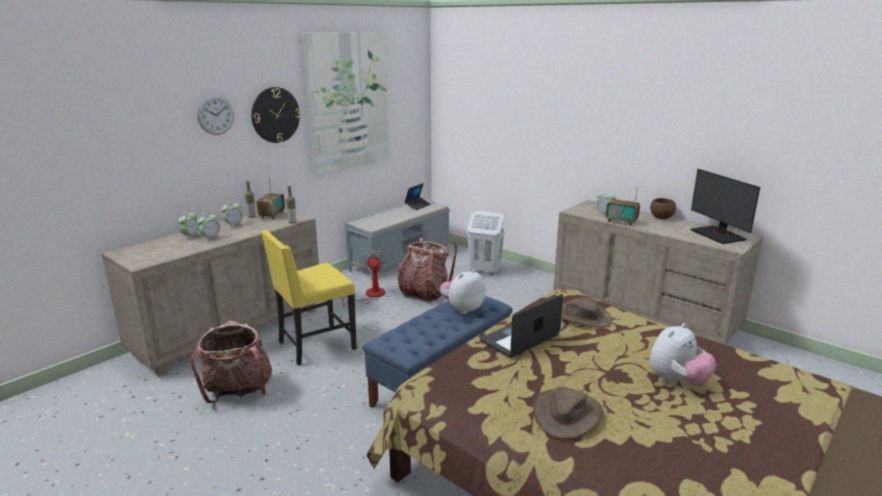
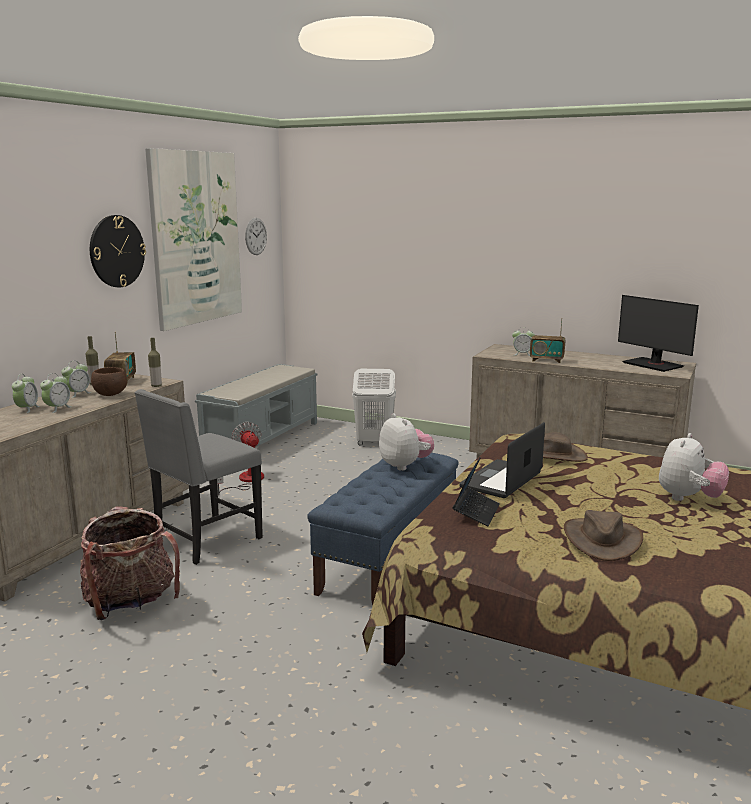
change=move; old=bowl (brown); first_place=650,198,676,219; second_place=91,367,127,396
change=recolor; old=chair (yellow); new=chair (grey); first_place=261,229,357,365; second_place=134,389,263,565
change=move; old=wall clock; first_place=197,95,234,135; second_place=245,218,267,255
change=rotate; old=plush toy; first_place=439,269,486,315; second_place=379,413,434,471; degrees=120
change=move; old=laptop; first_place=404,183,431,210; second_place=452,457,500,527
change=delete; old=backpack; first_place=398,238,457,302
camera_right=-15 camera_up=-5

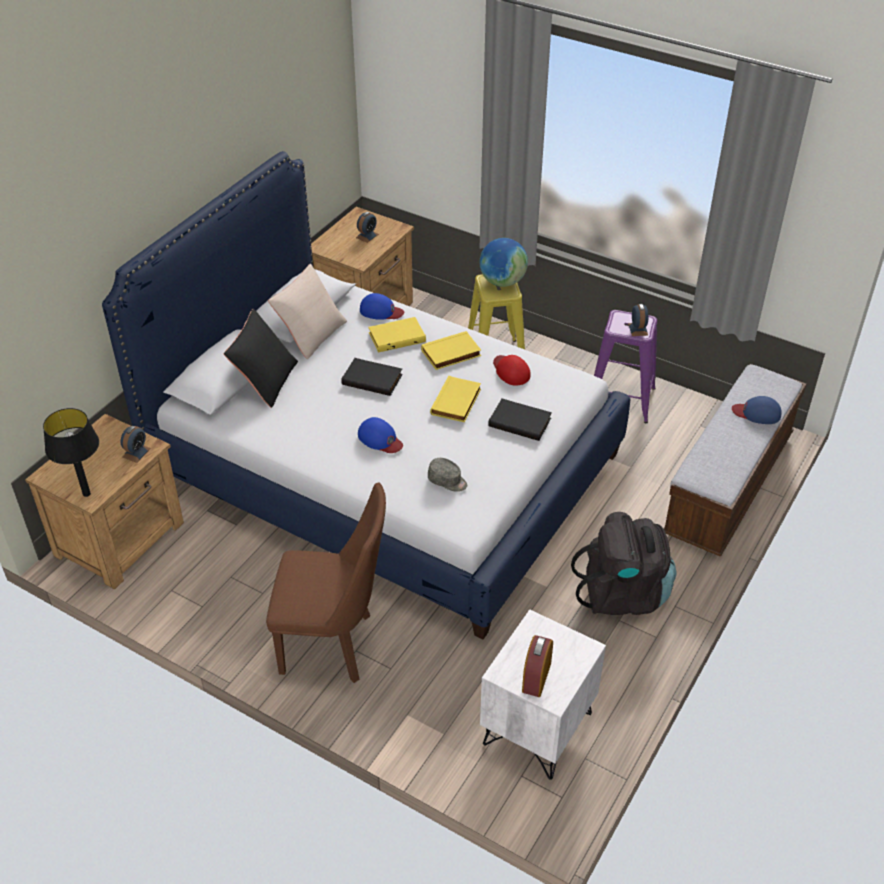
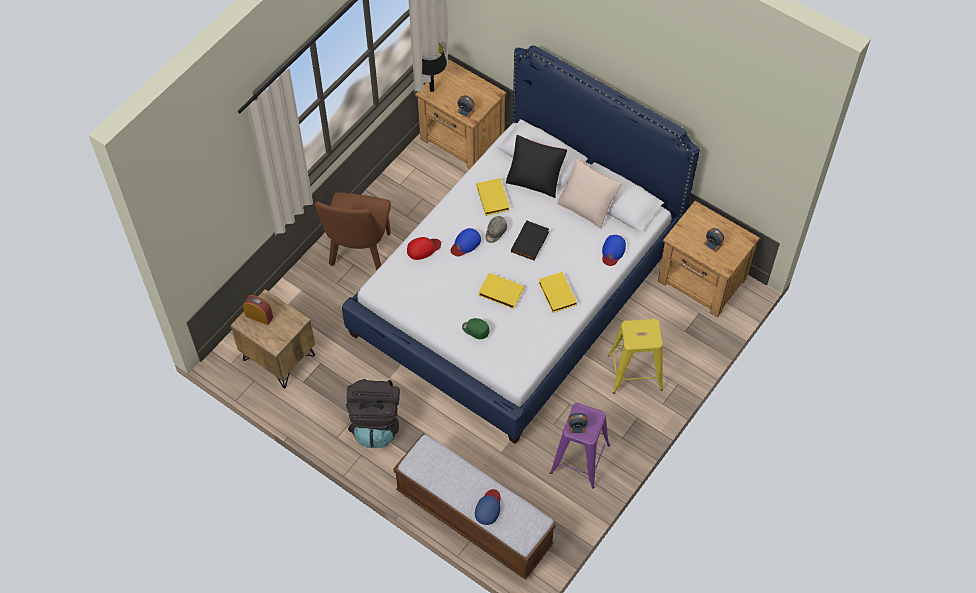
change=recolor; old=nightstand (white); new=nightstand (brown); first_place=480,610,606,780; second_place=230,289,315,389
change=move; old=cap (red); first_place=493,355,531,386; second_place=407,237,441,260
change=replace; old=book (black); new=cap (green); first_place=488,398,552,441; second_place=462,318,489,339
change=move; old=book (yellow); first_place=368,317,426,352; second_place=476,178,510,216
change=move; old=cap (grey); first_place=428,458,467,492; second_place=485,216,507,243
change=delete; old=globe; first_place=480,238,528,287
camera_right=95 camera_up=15

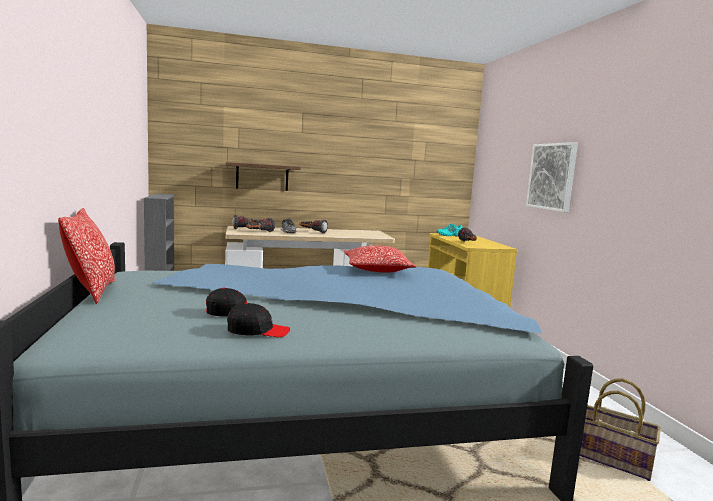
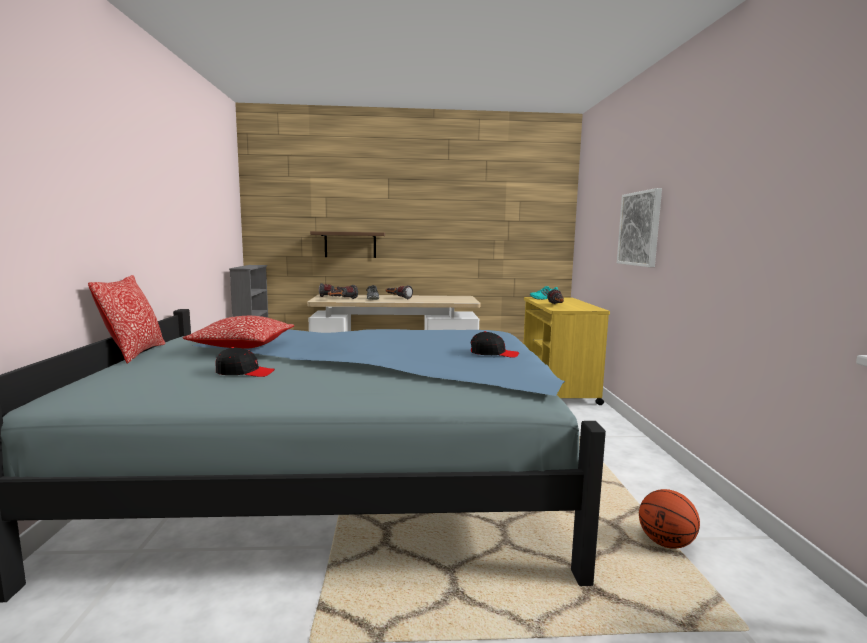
change=move; old=pillow; first_place=344,245,416,273; second_place=183,316,294,349
change=move; old=cap (black); first_place=227,302,290,337; second_place=471,331,519,358
change=replace; old=basket; new=basketball; first_place=580,378,661,481; second_place=639,489,700,549
camera_right=10 camera_up=0

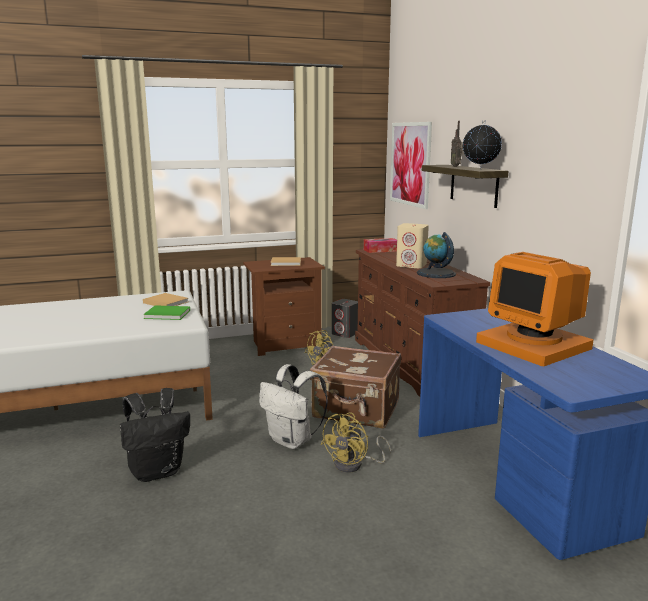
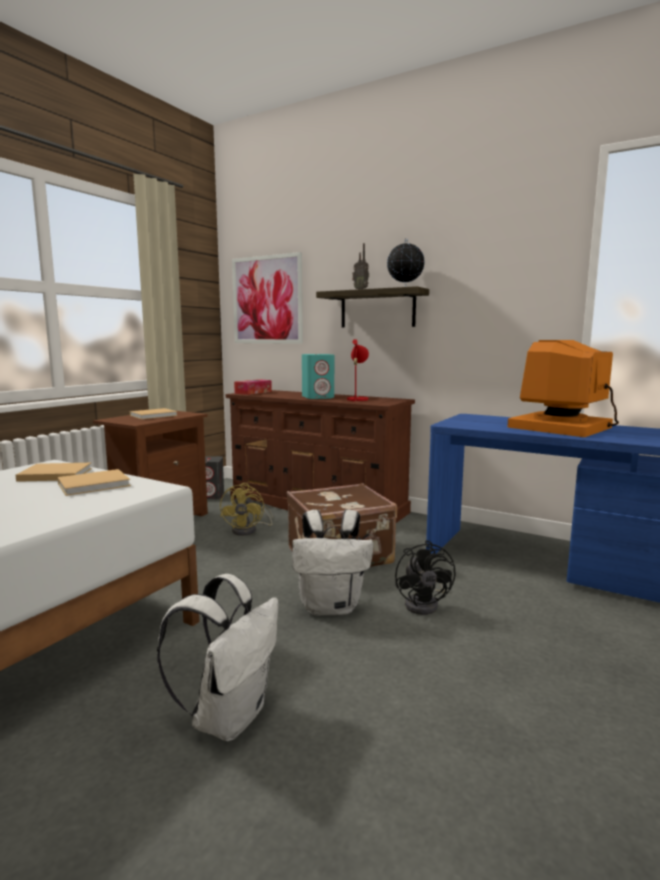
change=recolor; old=book (green); new=book (beige); first_place=143,305,190,320; second_place=57,469,131,496
change=recolor; old=backpack (black); new=backpack (white); first_place=120,388,190,482; second_place=157,574,279,741
change=recolor; old=speaker (beige); new=speaker (turquoise); first_place=396,223,429,268; second_place=302,354,334,399
change=replace; old=globe; new=table lamp (red); first_place=417,232,456,278; second_place=347,339,369,402
change=recolor; old=fan (yellow); new=fan (black); first_place=320,412,391,473; second_place=395,540,455,615
change=rotate; old=monitor; first_place=476,252,593,366; second_place=507,340,619,437; degrees=120
camera_right=-40 camera_up=-5

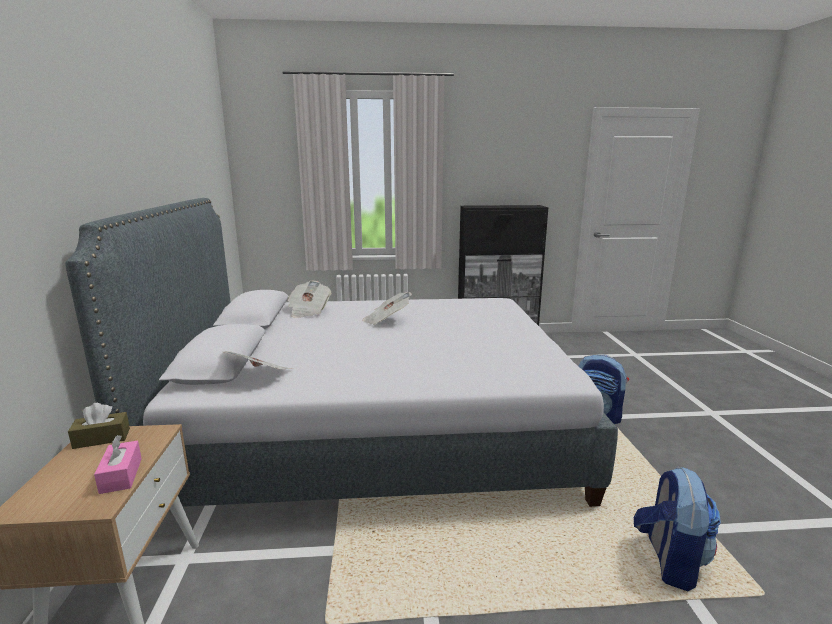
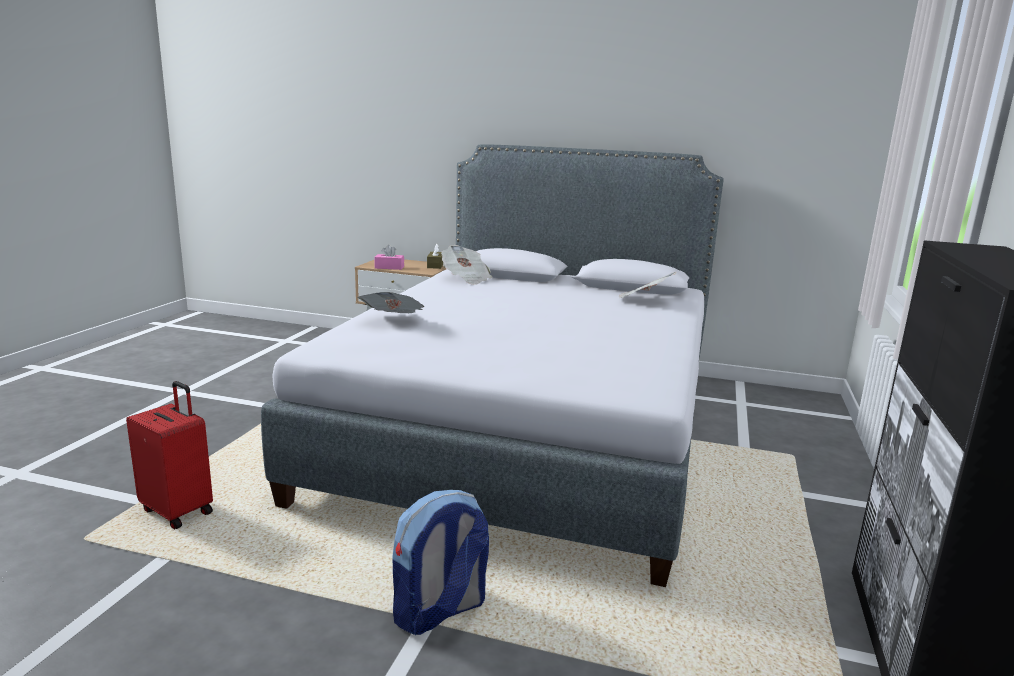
change=replace; old=backpack; new=suitcase (red); first_place=634,466,721,591; second_place=126,381,213,529
change=move; old=newspaper; first_place=362,292,412,325; second_place=357,292,424,313
camera_right=110 camera_up=0

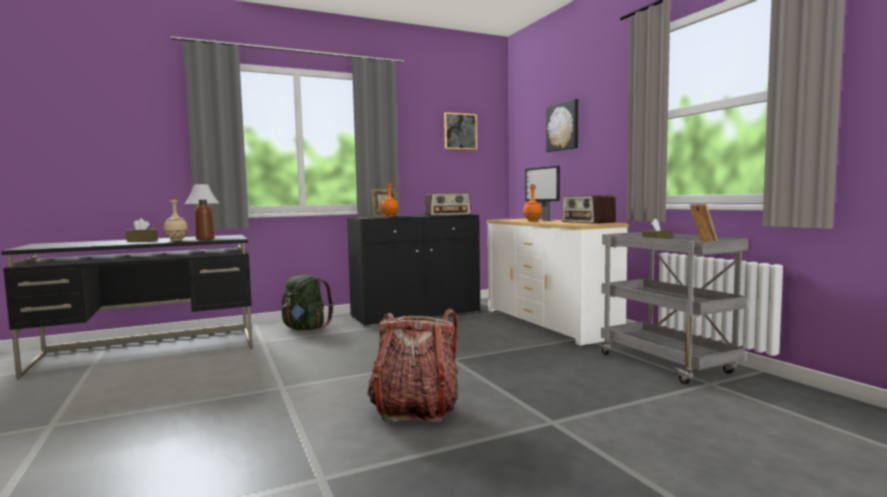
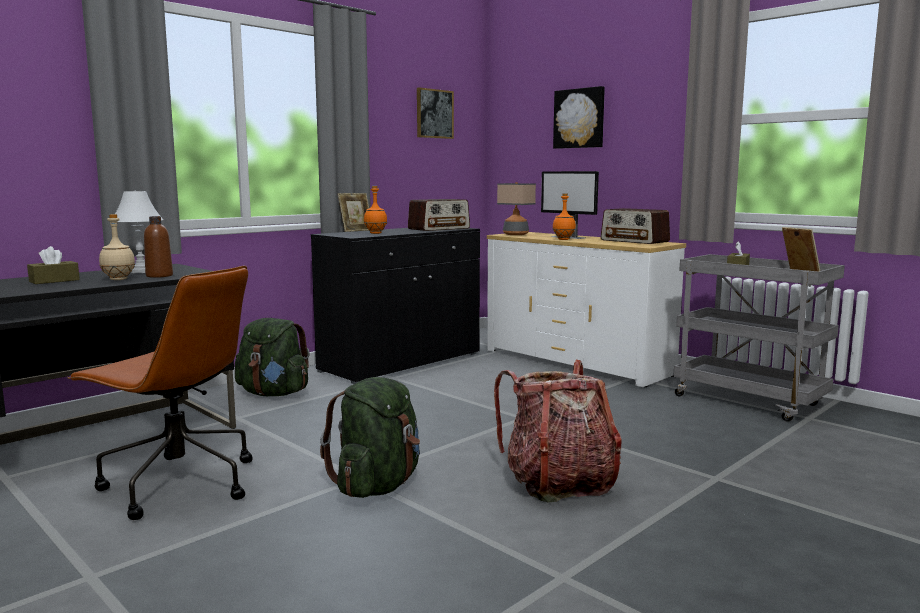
change=insert; new=office chair (brown); second_place=68,266,253,520
change=insert; new=backpack (green); second_place=320,377,420,498
change=insert; new=table lamp; second_place=497,182,536,235
camera_right=-20 camera_up=5

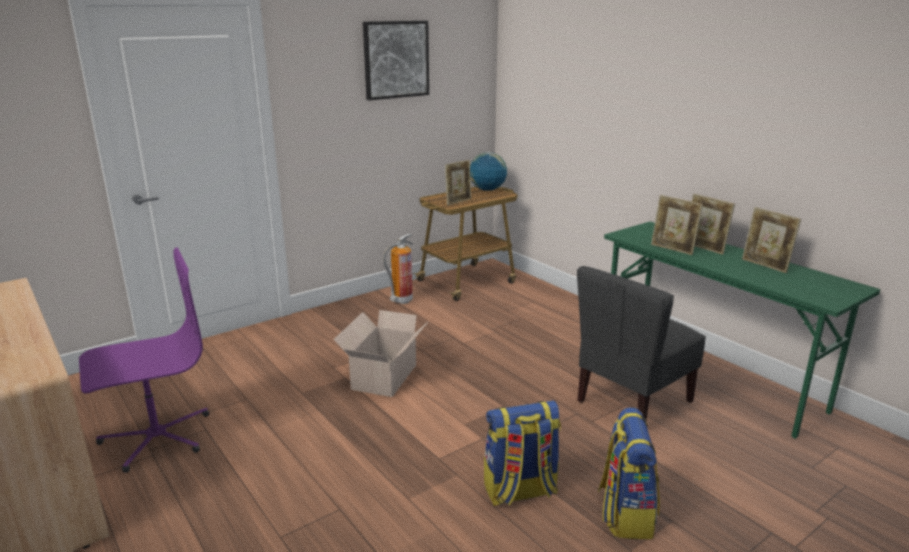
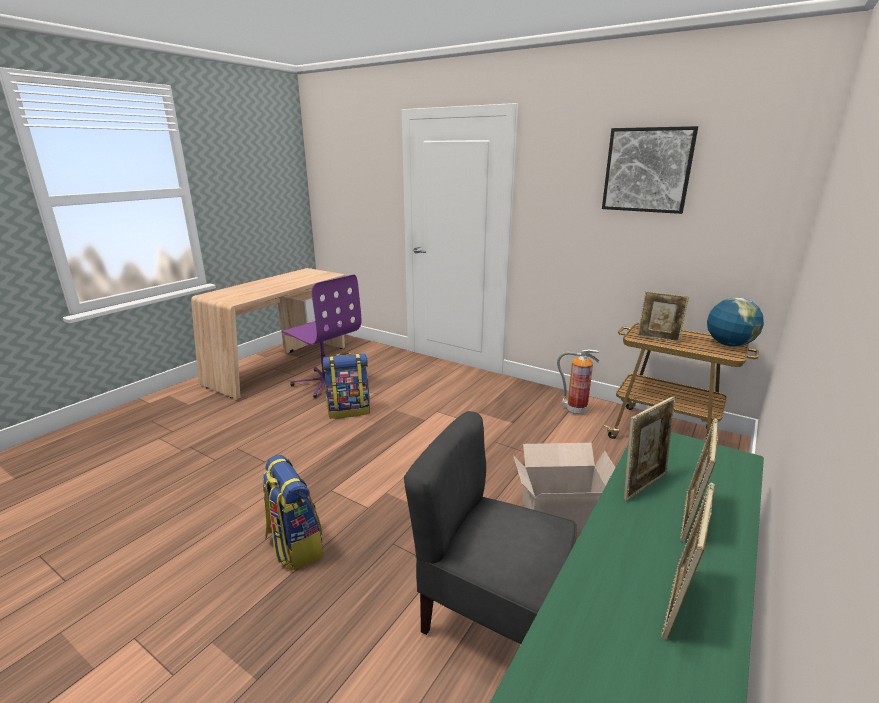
change=move; old=backpack; first_place=598,408,660,539; second_place=323,353,370,419
change=move; old=cardboard box; first_place=333,310,429,397; second_place=513,443,615,532
change=rotate; old=picture frame; first_place=651,195,703,255; second_place=624,396,675,501; degrees=-150
camera_right=70 camera_up=0

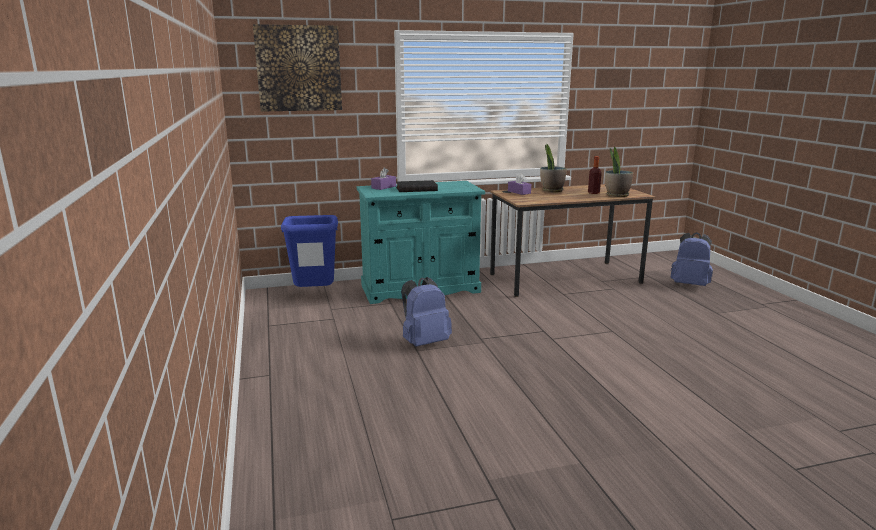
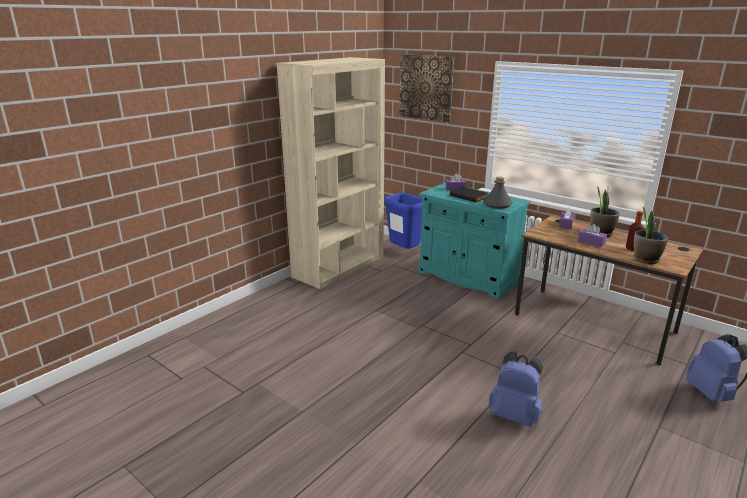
change=insert; new=bookcase (beige); second_place=277,57,385,289
change=insert; new=bottle (grey); second_place=483,177,513,209
change=move; old=backpack (blue); first_place=401,277,452,347; second_place=488,351,543,427
change=insert; new=tissue box (purple); second_place=578,224,607,247
camera_right=55 camera_up=5

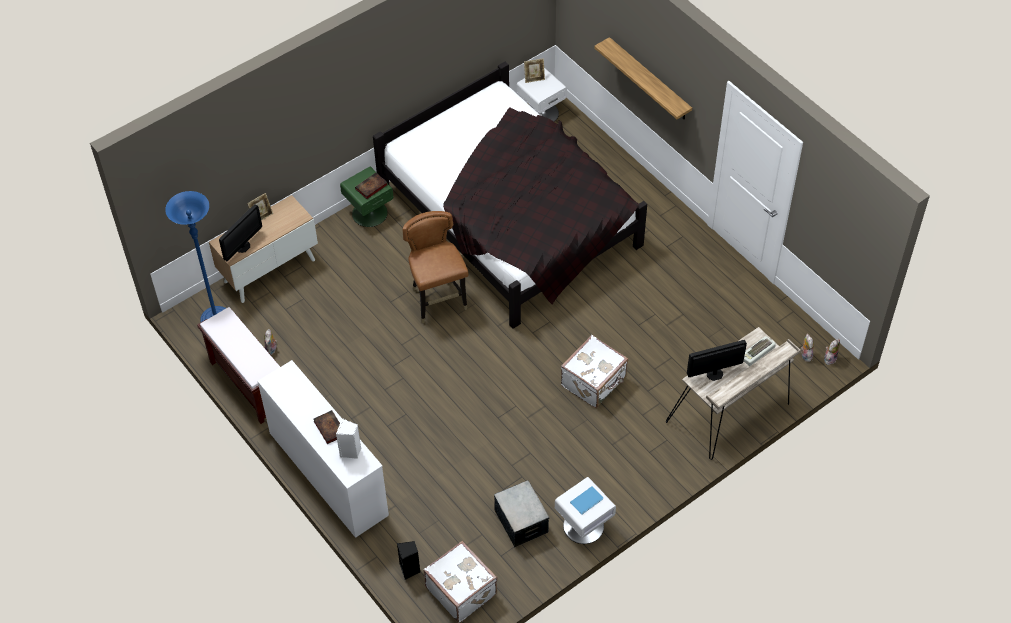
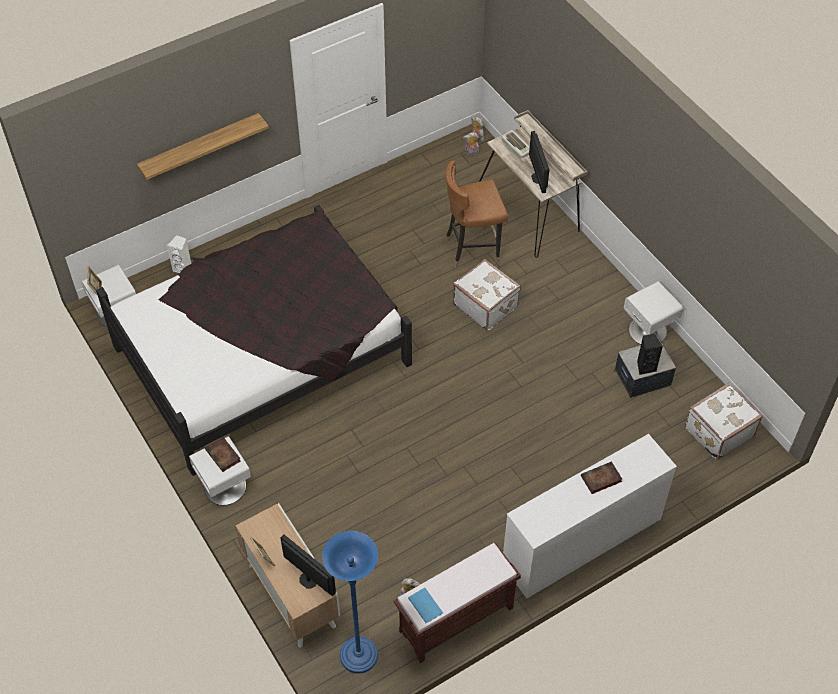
change=move; old=speaker (white); first_place=336,418,362,459; second_place=167,235,191,273
change=recolor; old=nightstand (green); new=nightstand (white); first_place=340,167,393,227; second_place=189,436,251,505
change=move; old=book (blue); first_place=570,486,603,515; second_place=408,588,443,623
change=move; old=chair (brown); first_place=403,211,469,323; second_place=445,161,508,267
change=move; old=speaker (black); first_place=397,541,420,580; second_place=637,334,663,375
camera_right=-85 camera_up=0

